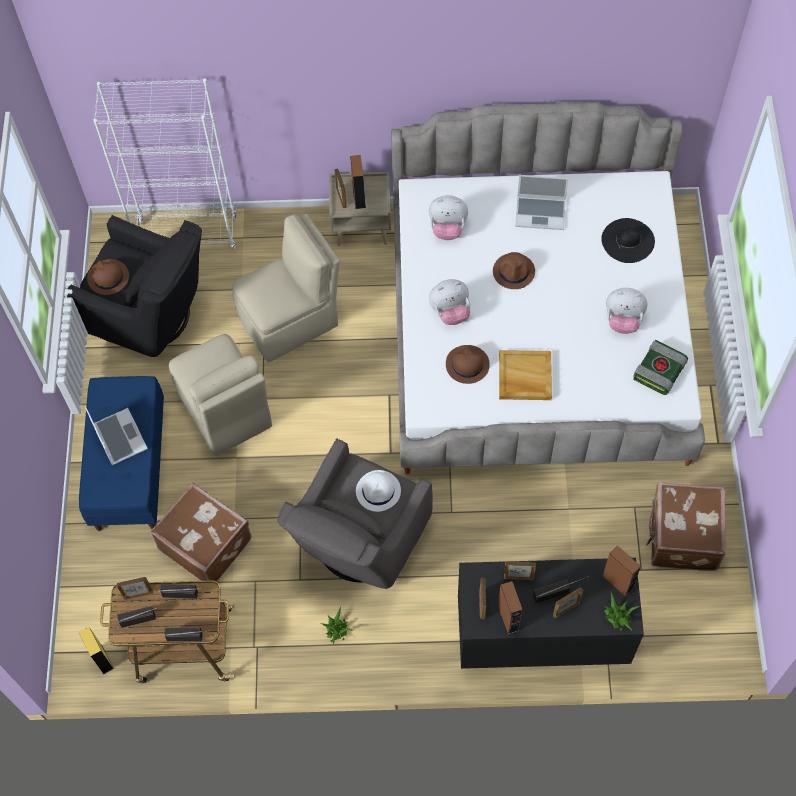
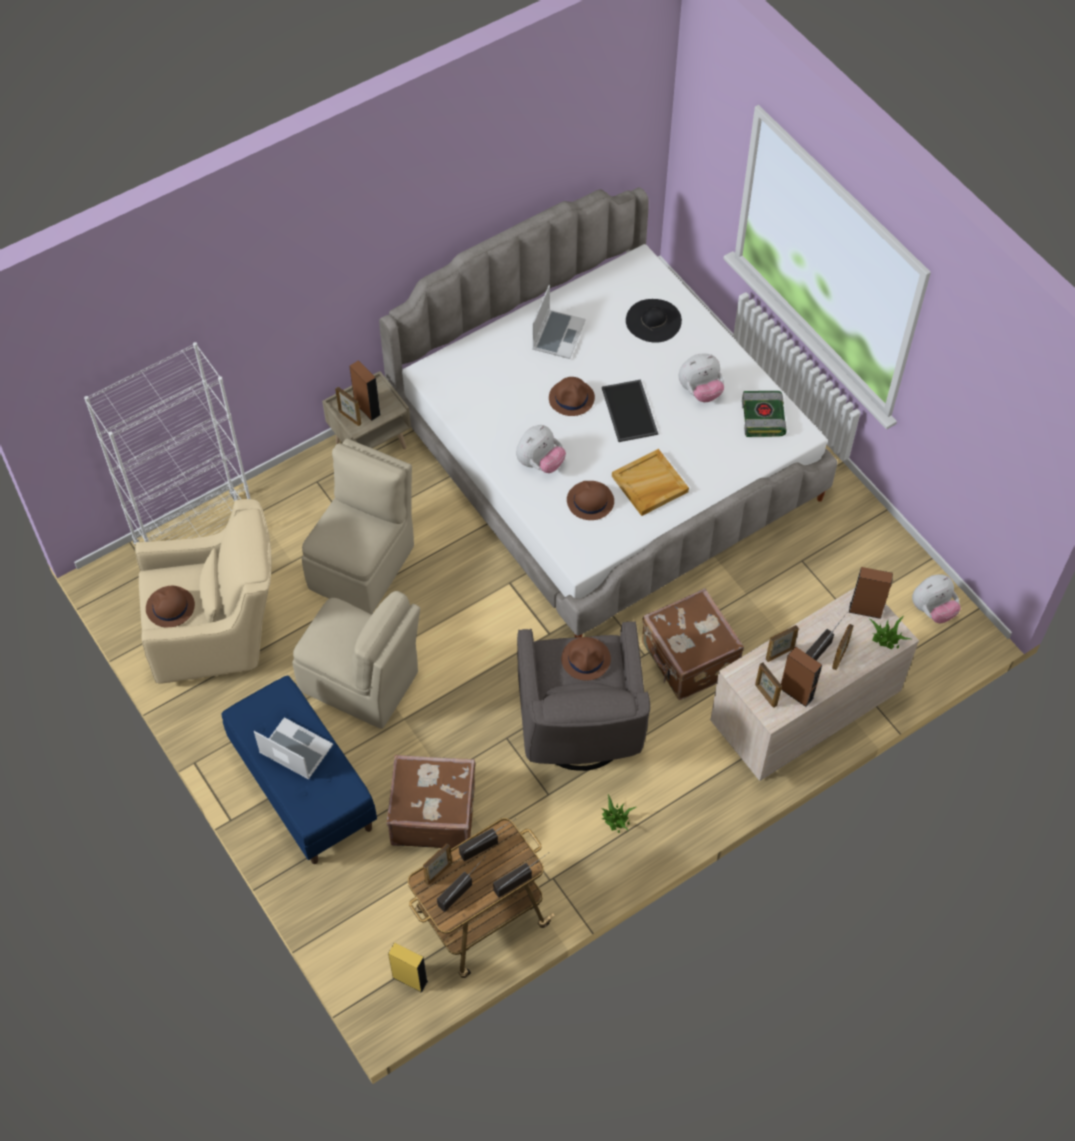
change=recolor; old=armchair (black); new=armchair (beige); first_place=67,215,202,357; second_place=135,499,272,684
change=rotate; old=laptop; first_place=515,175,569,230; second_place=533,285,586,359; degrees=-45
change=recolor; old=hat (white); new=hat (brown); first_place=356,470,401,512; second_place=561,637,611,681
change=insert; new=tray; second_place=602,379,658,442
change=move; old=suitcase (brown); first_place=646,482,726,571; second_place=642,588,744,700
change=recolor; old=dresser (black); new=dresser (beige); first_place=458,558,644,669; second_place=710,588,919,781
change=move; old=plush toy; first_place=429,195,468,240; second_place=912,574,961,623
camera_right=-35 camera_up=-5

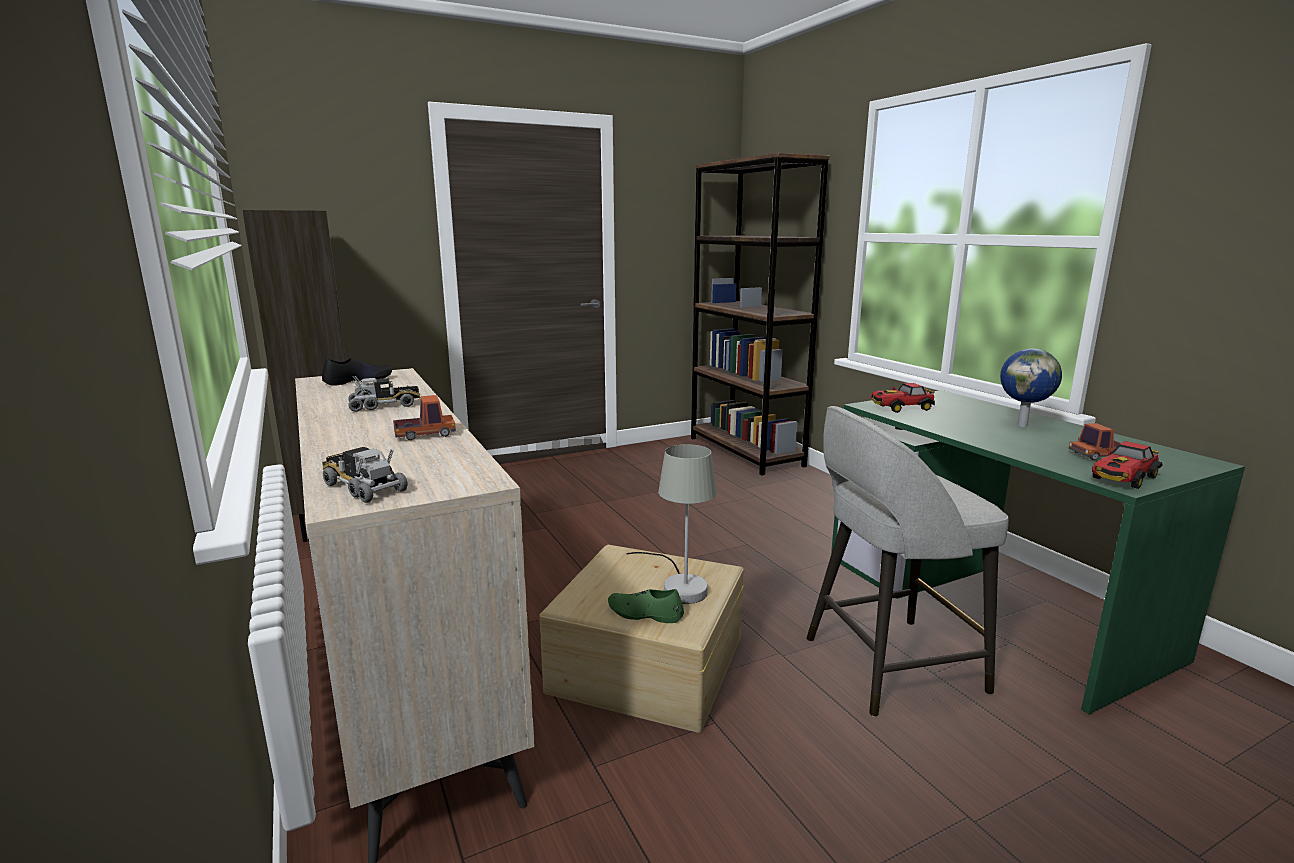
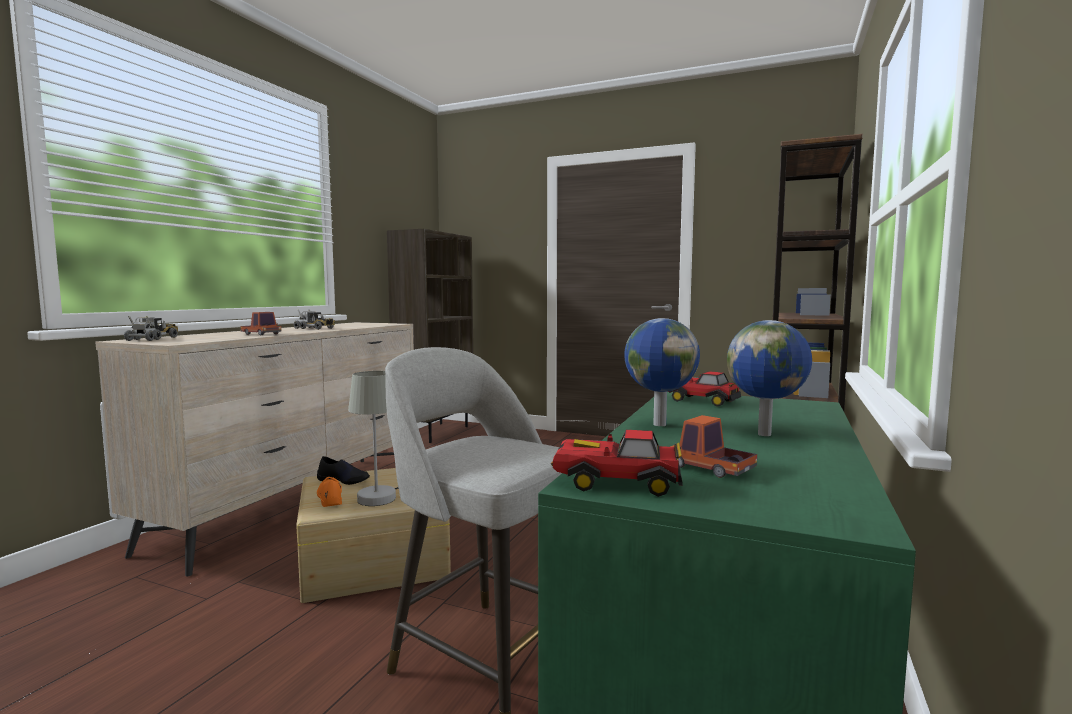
change=move; old=shoe (black); first_place=322,358,392,386; second_place=317,456,370,485
change=recolor; old=shoe (green); new=shoe (orange); first_place=608,589,684,623; second_place=317,477,342,507
change=insert; new=globe; second_place=624,318,700,426
camera_right=50 camera_up=-10

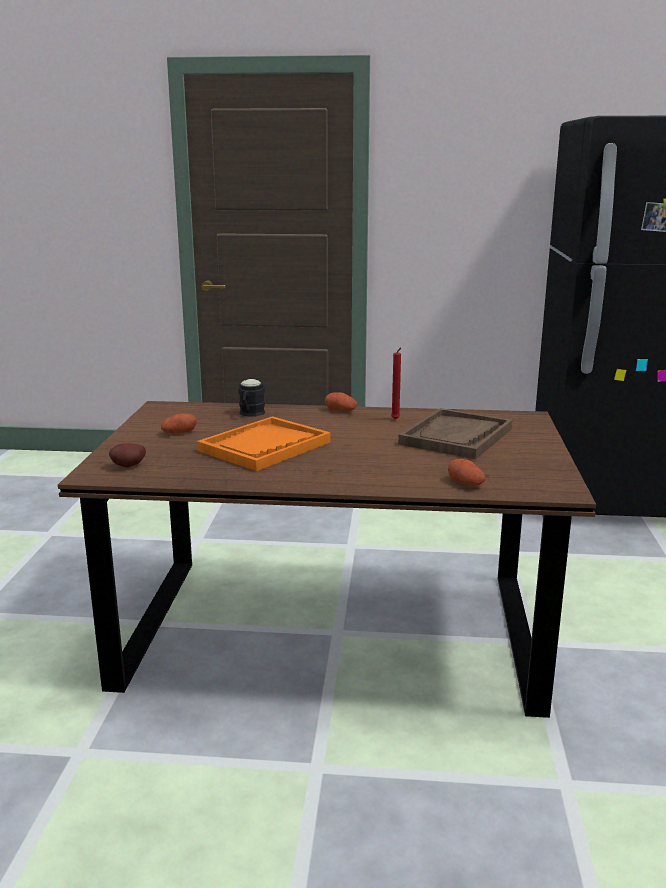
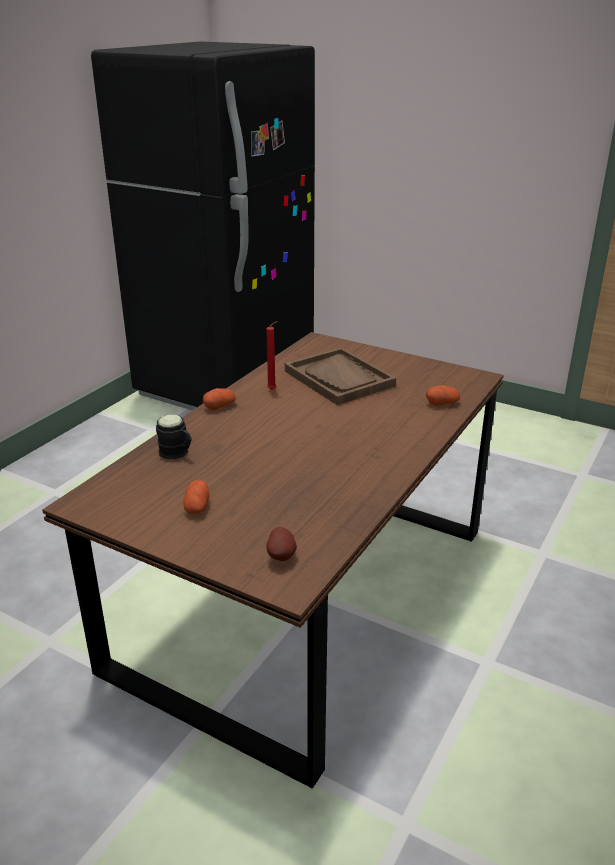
change=delete; old=tray (orange); first_place=197,416,331,471
camera_right=-65 camera_up=10

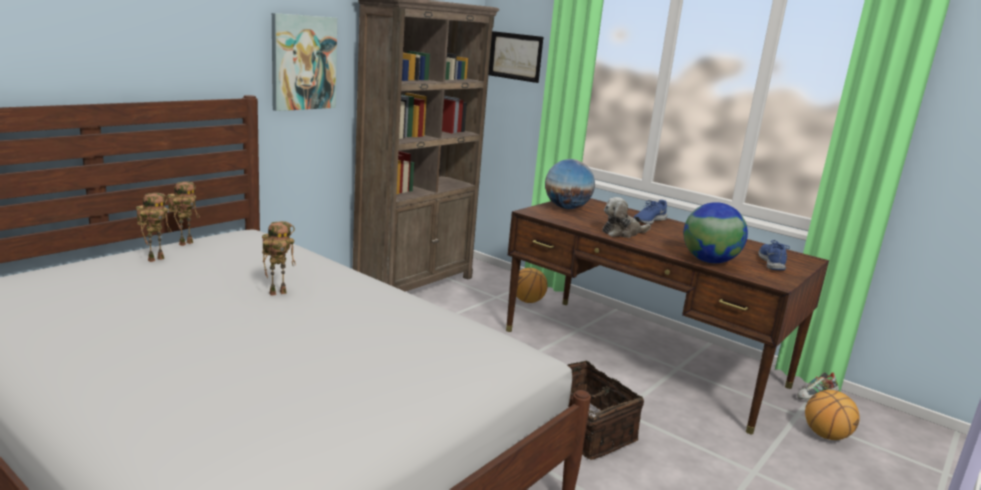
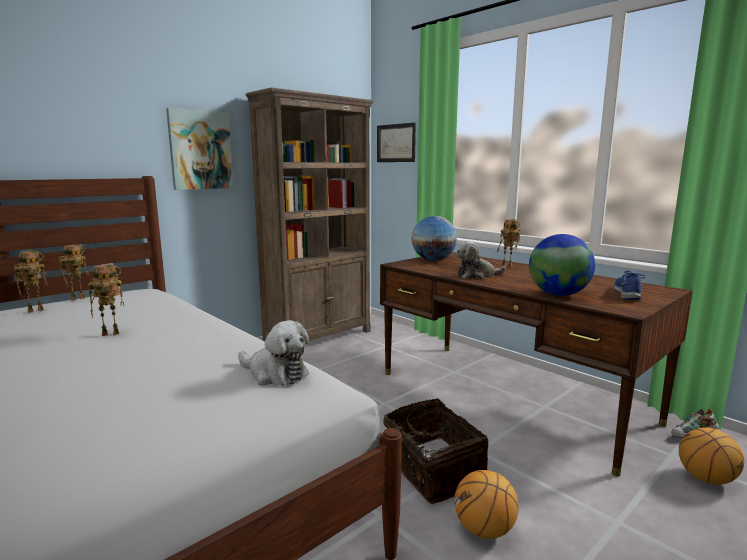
change=insert; new=plush toy; second_place=238,320,309,386
change=move; old=basketball; first_place=516,268,548,303; second_place=454,470,519,539
change=replace; old=shoe (blue); new=toy robot; first_place=633,200,668,224; second_place=497,219,521,268
camera_right=10 camera_up=-5

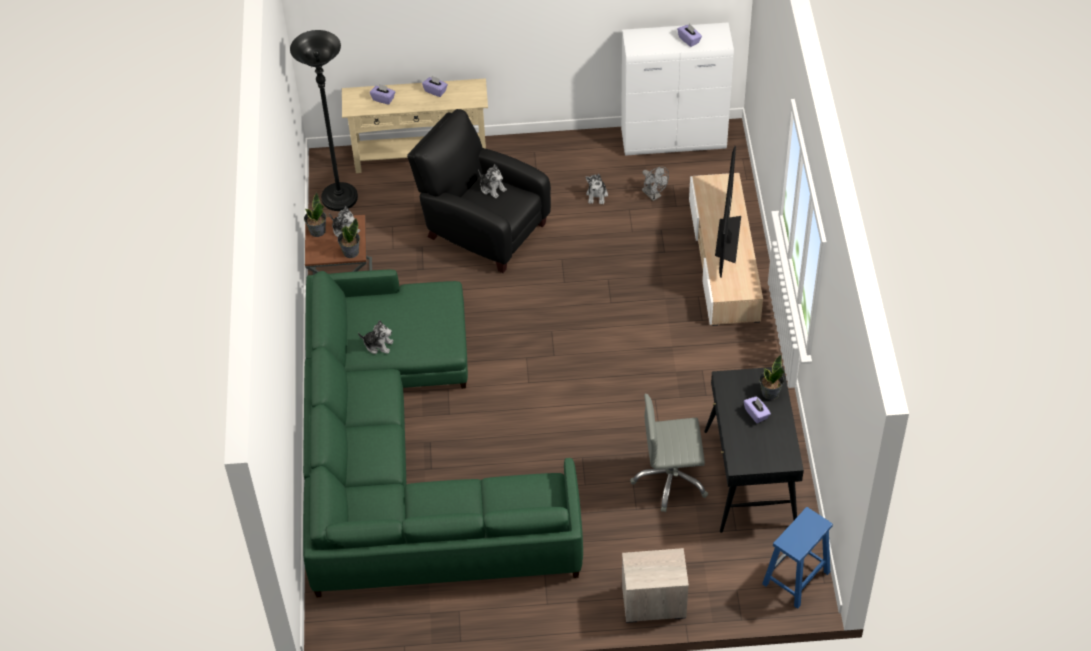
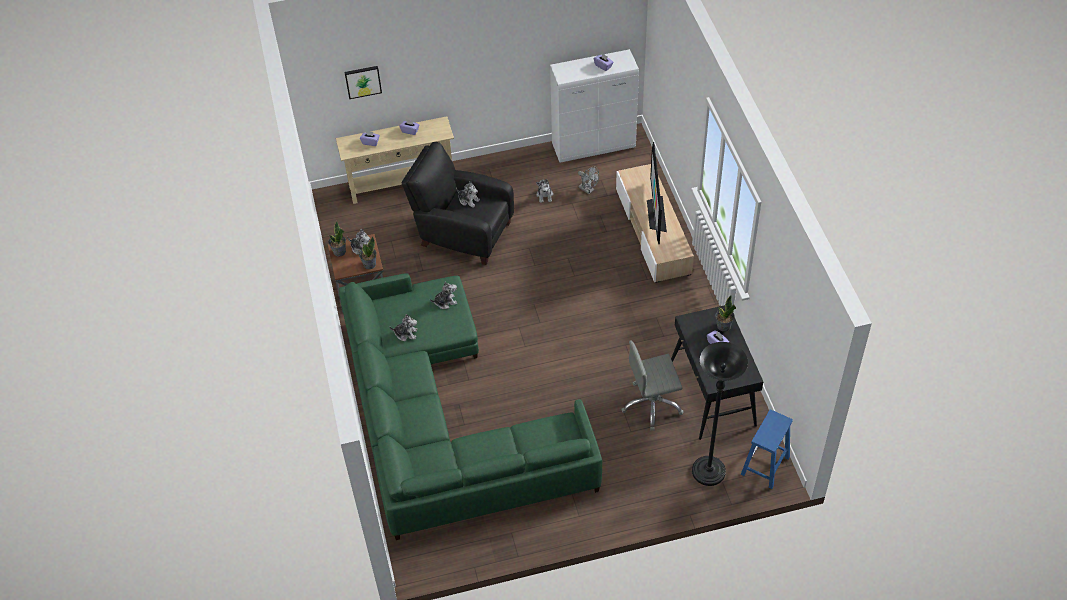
change=insert; new=picture; second_place=345,66,382,99
change=insert; new=plush toy; second_place=430,281,457,309
change=move; old=floor lamp (black); first_place=290,30,358,211; second_place=692,342,748,486
change=delete; old=nightstand; first_place=622,548,689,623
camera_right=-10 camera_up=0

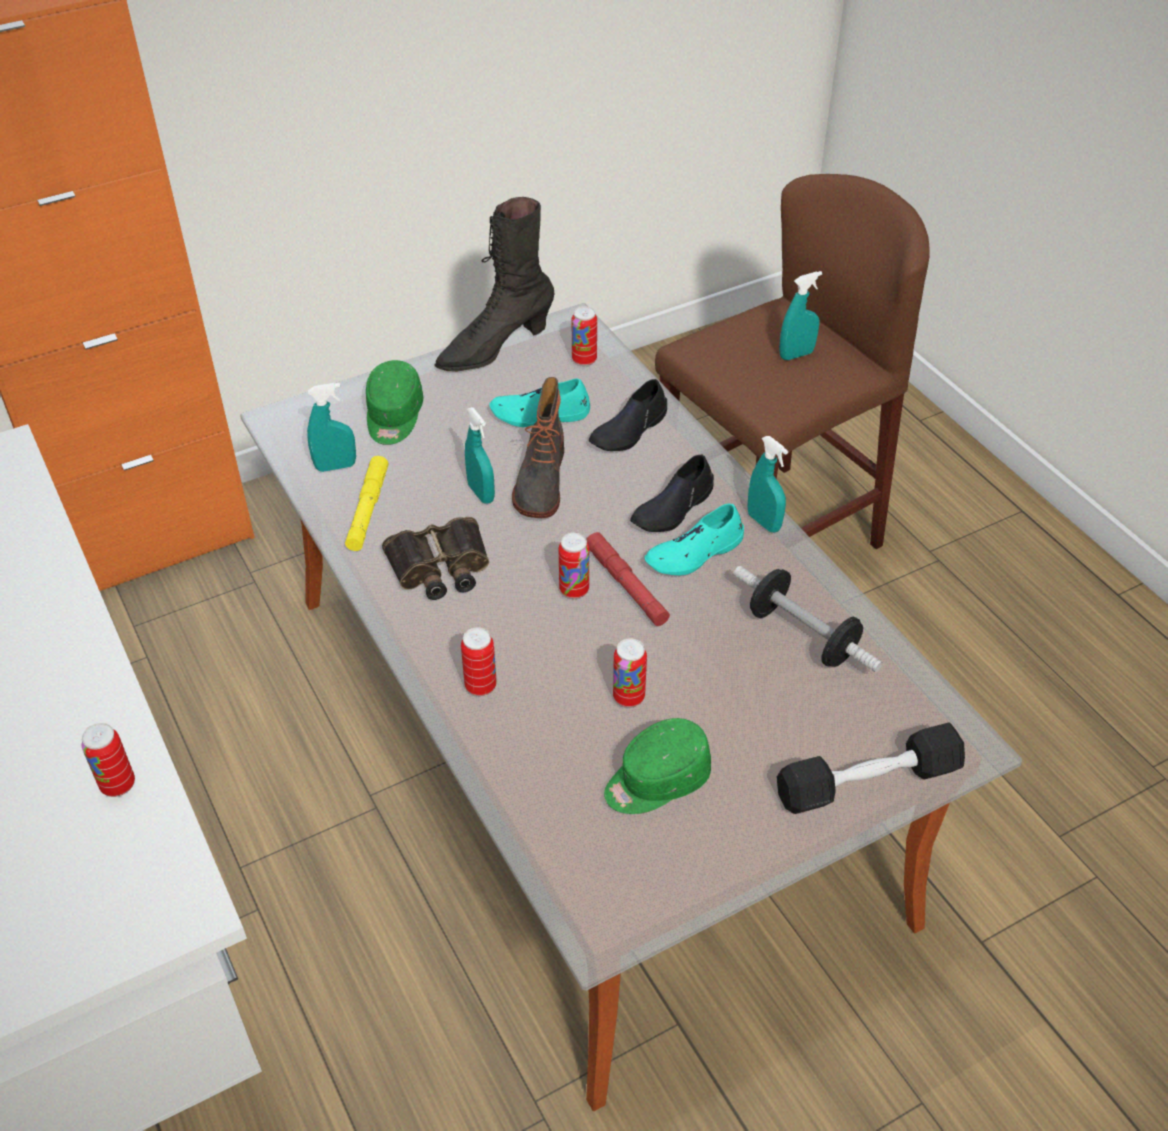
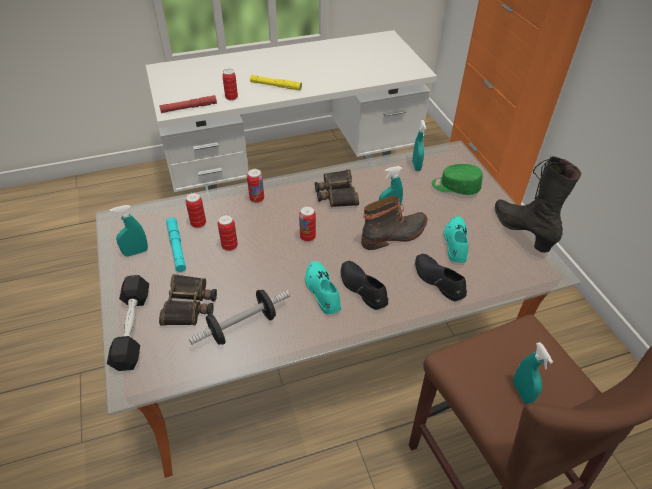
change=move; old=spray bottle (turquoise); first_place=748,436,788,532; second_place=110,205,148,257
change=move; old=flashlight (red); first_place=586,532,670,626; second_place=159,95,217,113
change=insert; new=binoculars; second_place=159,274,217,326
change=replace; old=cap (green); new=flashlight (turquoise); first_place=604,718,711,814; second_place=166,217,186,272
change=move; old=can; first_place=572,306,597,366; second_place=186,193,206,228
change=move; old=flashlight (yellow); first_place=345,456,388,551; second_place=250,75,302,91
change=rotate; old=boot; first_place=512,377,564,518; second_place=361,196,428,250; degrees=135
camera_right=100 camera_up=0

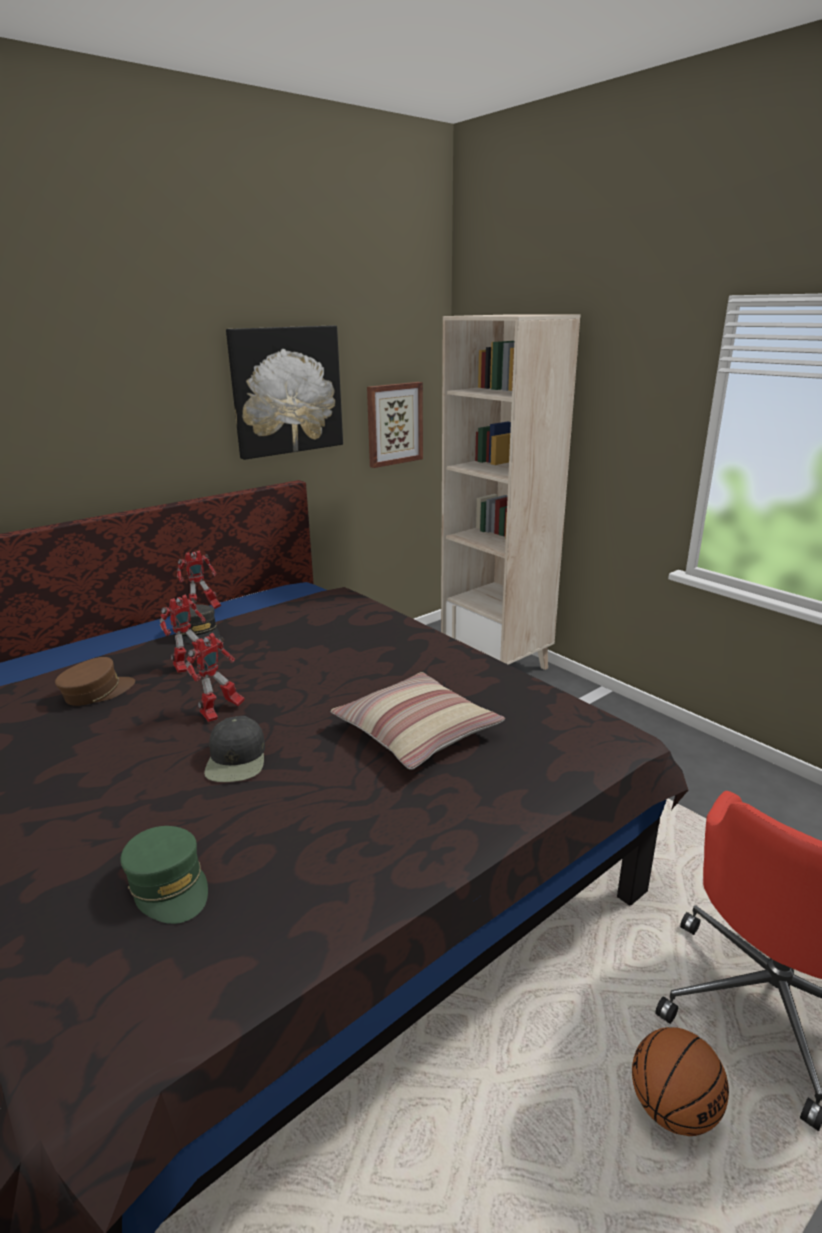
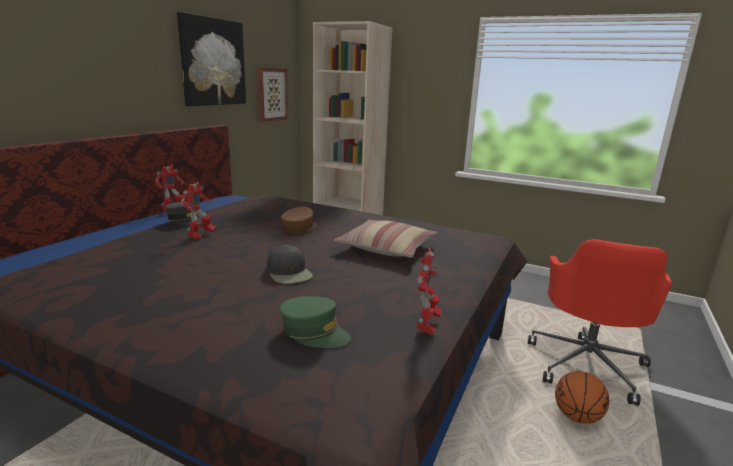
change=move; old=cap (brown); first_place=55,657,135,706; second_place=281,207,317,235
change=move; old=toy robot; first_place=186,633,245,722; second_place=416,248,441,335
camera_right=-25 camera_up=-5

